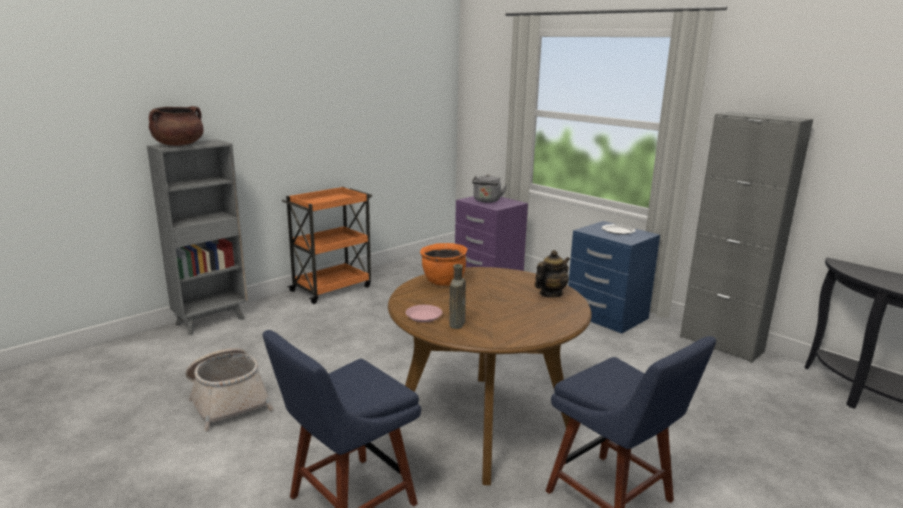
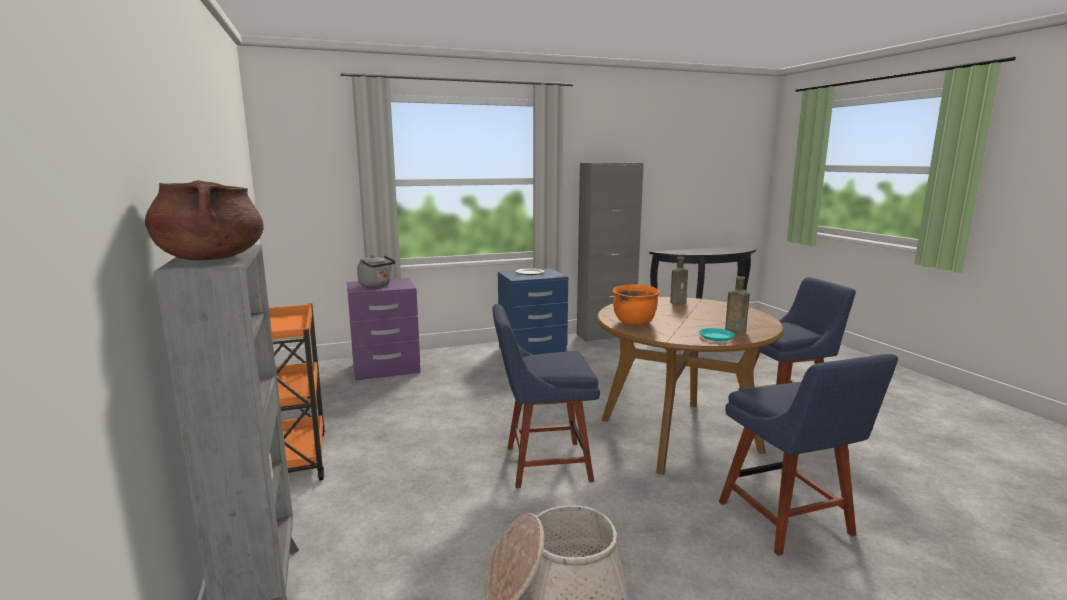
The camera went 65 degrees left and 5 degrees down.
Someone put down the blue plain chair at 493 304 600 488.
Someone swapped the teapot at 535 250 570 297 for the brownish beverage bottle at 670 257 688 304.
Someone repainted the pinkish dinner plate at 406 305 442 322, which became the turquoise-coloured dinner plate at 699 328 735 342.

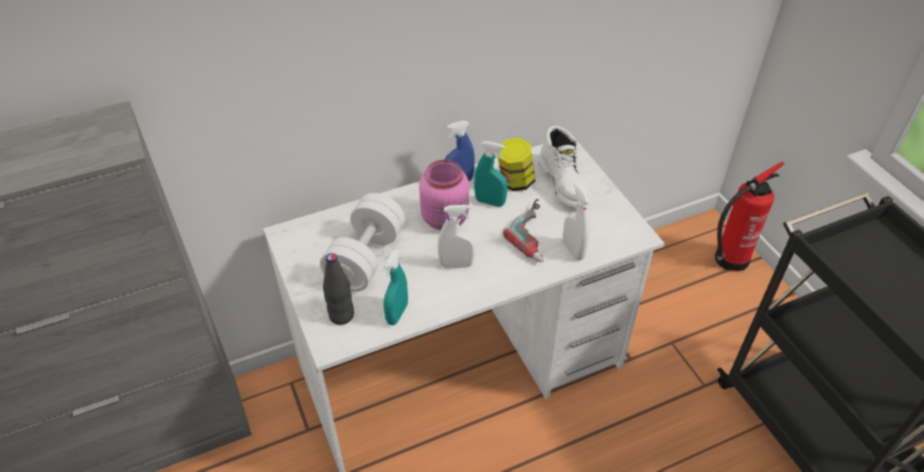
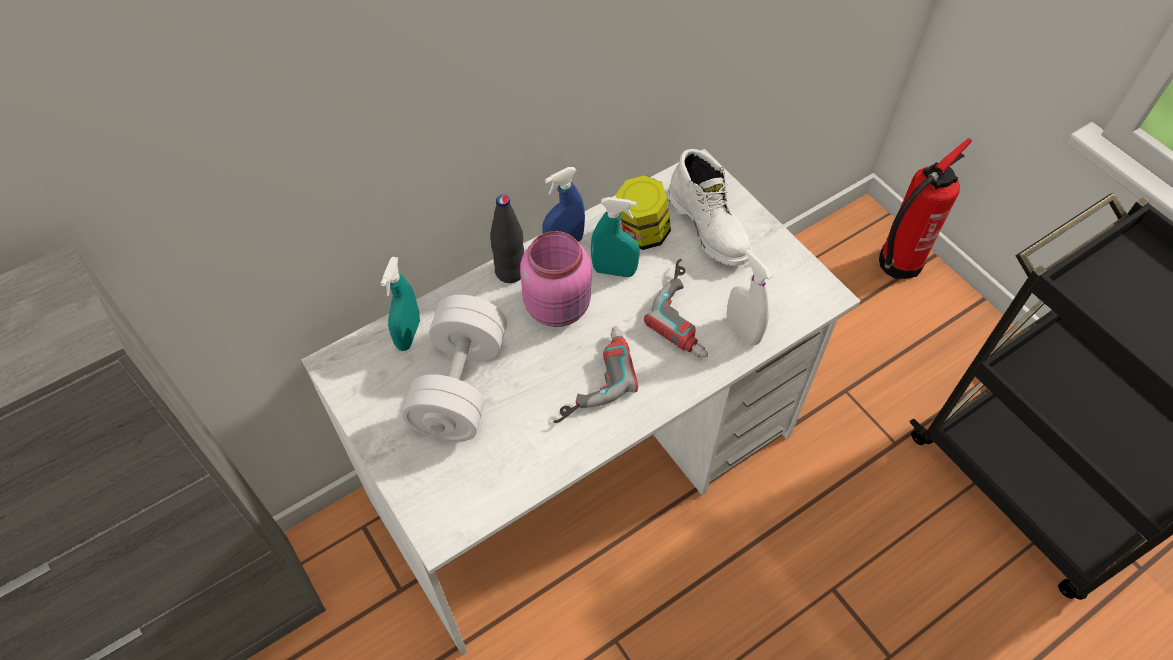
The camera went 10 degrees left and 10 degrees up.
Someone carried the black beverage bottle from 323 253 354 325 to 490 195 524 283.
Someone carried the turquoise-coloured sprayer from 383 249 408 325 to 380 257 420 351.
Someone swapped the whitish sprayer at 438 205 476 268 for the power drill at 554 326 638 423.

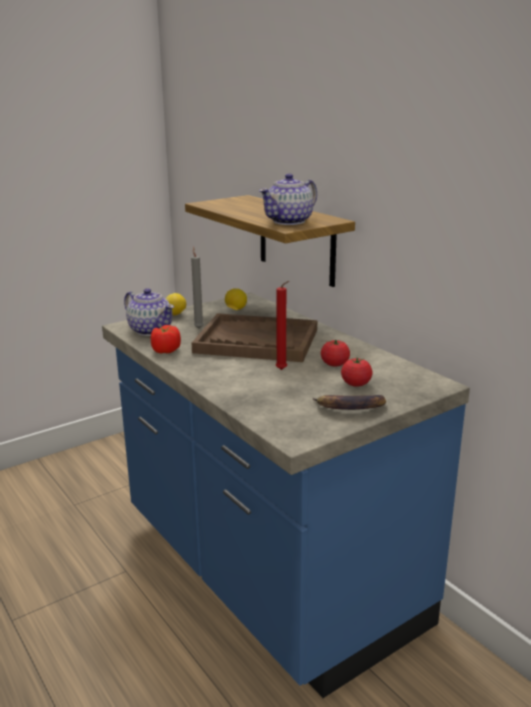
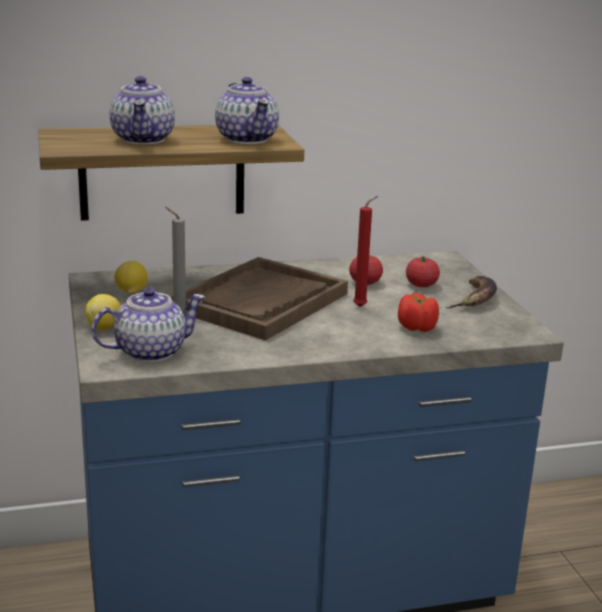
The camera went 70 degrees left and 0 degrees up.
Someone put down the teapot at 110 76 175 144.
Someone carried the fresh tomato from 151 325 181 353 to 398 293 439 332.

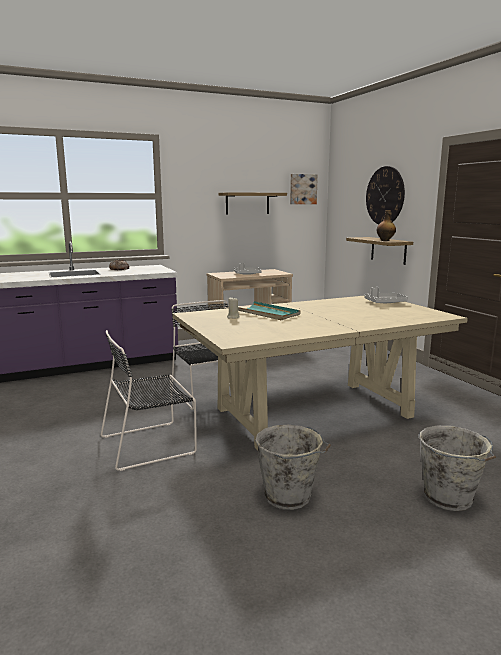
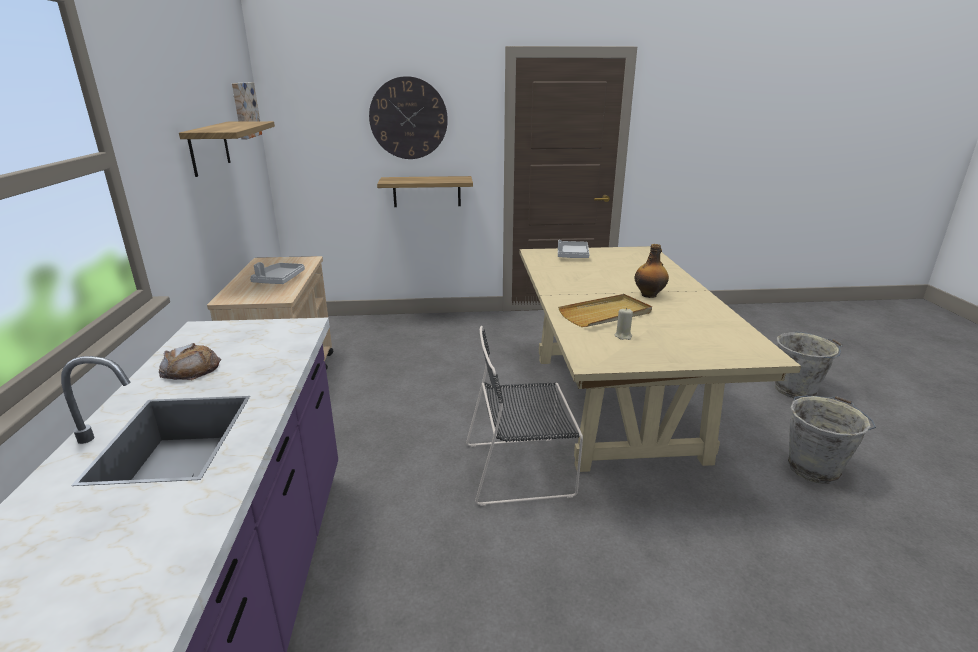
The camera went 70 degrees left and 10 degrees up.
Someone took away the black plain chair at 101 330 197 471.
Someone carried the beverage bottle from 377 210 396 241 to 635 244 669 298.
Someone repainted the turquoise-coloured carrying tray at 238 301 300 320, which became the beige-coloured carrying tray at 558 294 652 327.

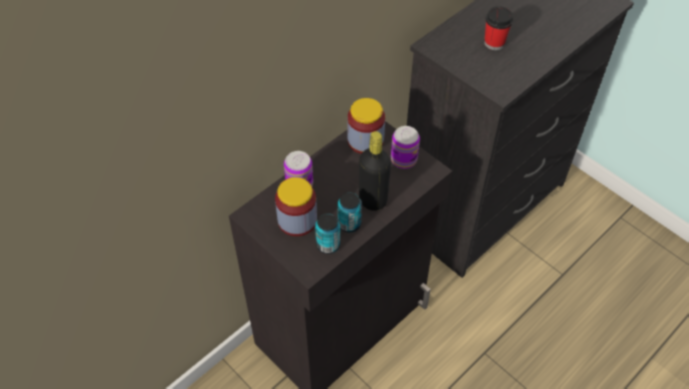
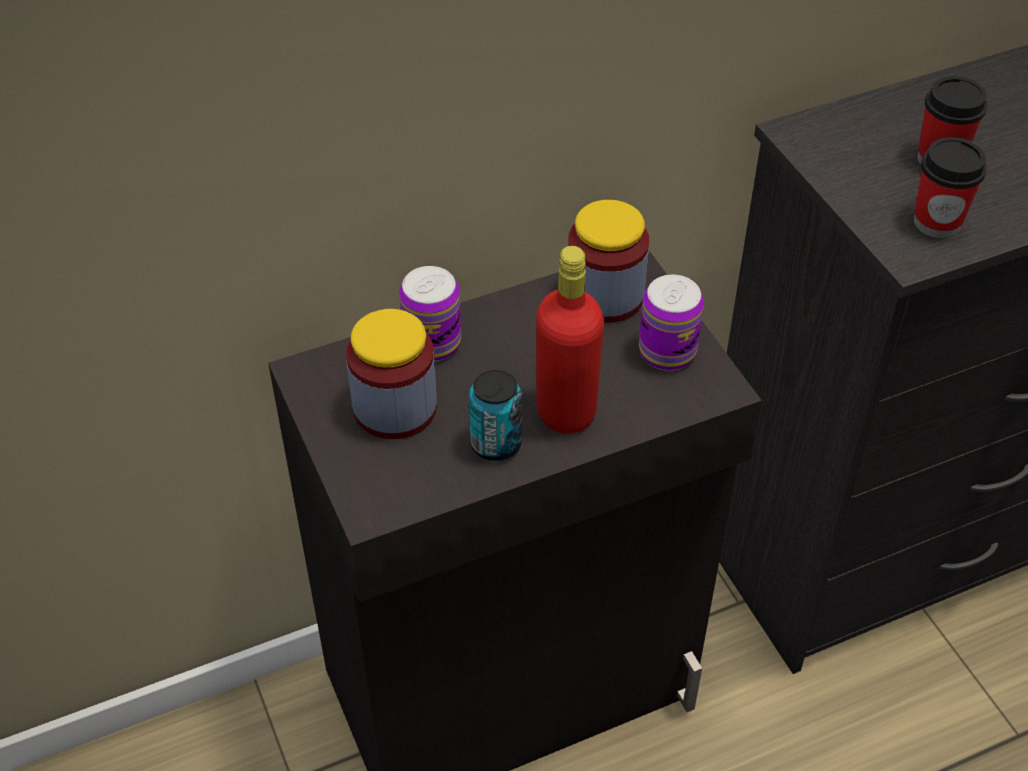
The camera went 20 degrees right and 5 degrees down.
Someone took away the sealed can at 315 213 340 254.
Someone put down the small cup at 914 137 987 238.
Someone repainted the black beverage bottle at 359 131 391 211, which became the reddish beverage bottle at 536 246 604 434.

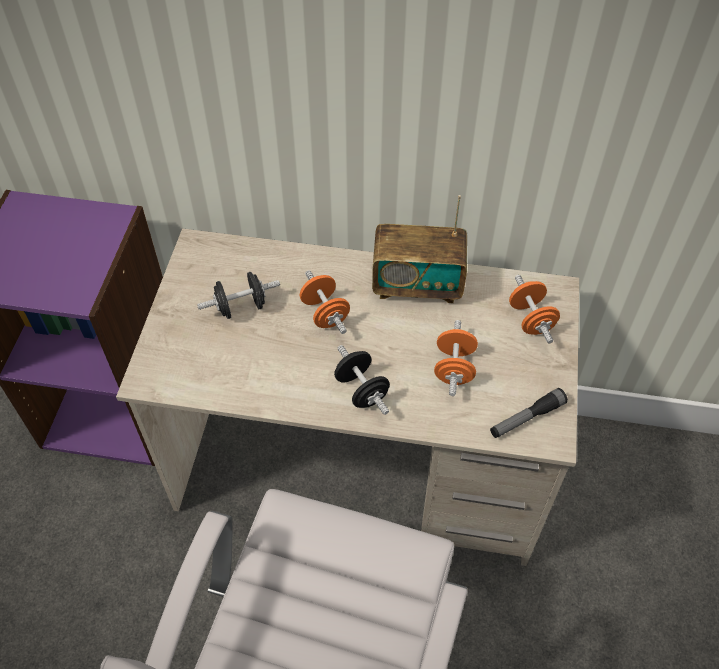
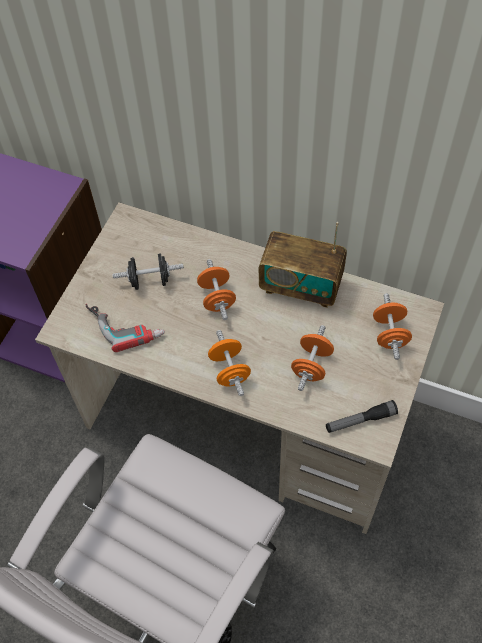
The camera went 15 degrees right and 5 degrees up.
Someone put down the power drill at 86 304 165 352.
Someone repainted the black dumbbell at 334 345 390 415, which became the orange-coloured dumbbell at 208 330 251 396.

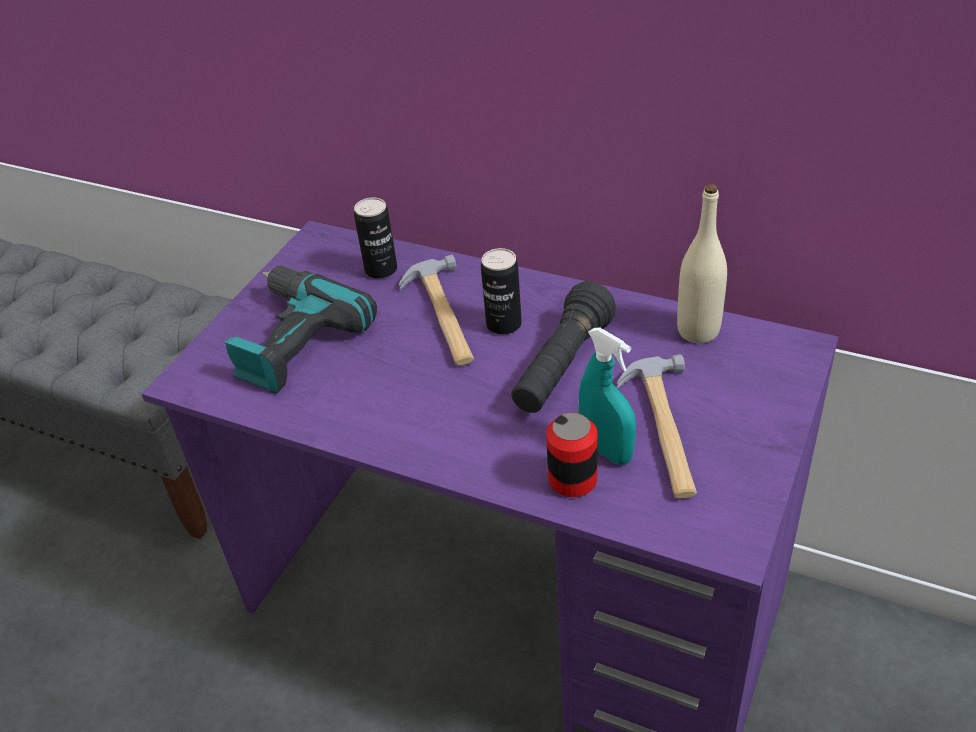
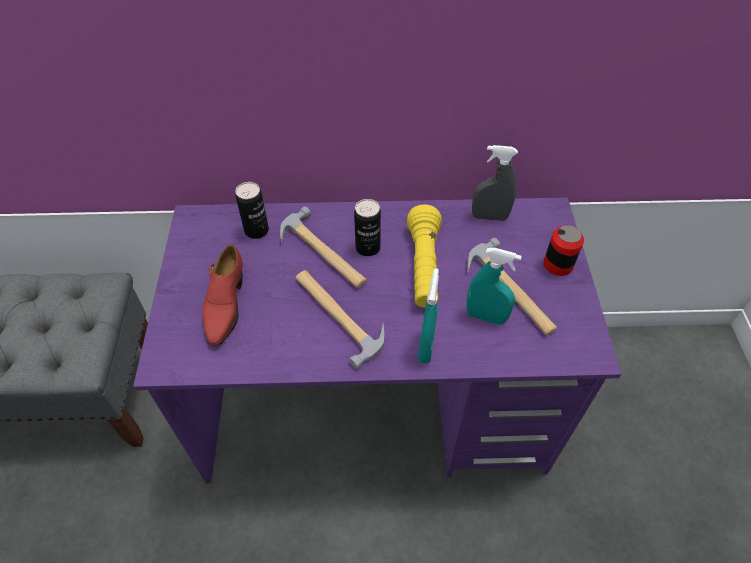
The camera went 30 degrees left and 10 degrees up.
Someone put down the tool hammer at 295 270 384 370.
Someone put down the turquoise-coloured sprayer at 418 268 439 364.
Someone carried the sealed can from 546 413 597 497 to 543 225 584 276.
Someone swapped the power drill at 223 265 377 393 for the reddish item of footwear at 202 244 243 346.
Someone swapped the beige-coloured beverage bottle at 677 184 727 343 for the greyish sprayer at 472 145 518 221.
Someone repainted the black torch at 511 281 616 413, which became the yellowish torch at 407 204 442 308.

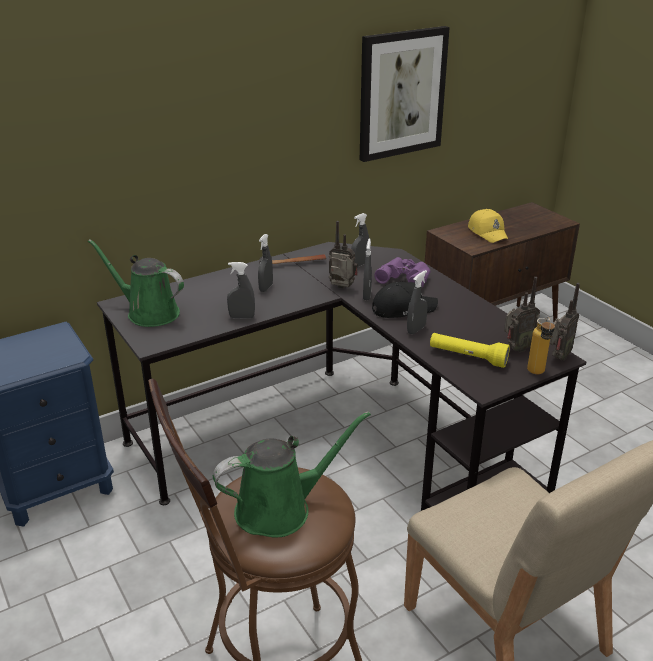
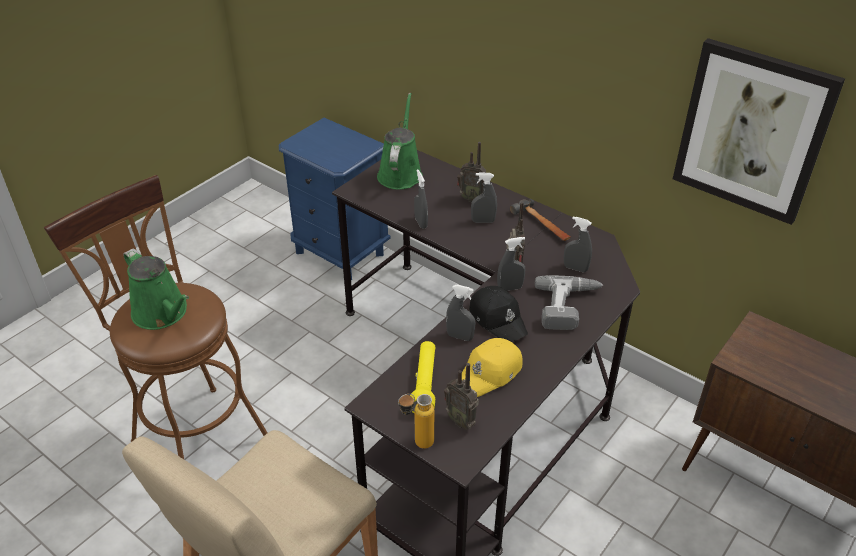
The camera went 70 degrees right and 10 degrees up.
Someone carried the yellowish baseball cap from 468 209 509 243 to 462 338 523 397.
Someone carried the radio set from 550 283 580 361 to 457 142 486 202.
Someone swapped the purple-coloured pair of binoculars at 374 257 431 287 for the power drill at 535 275 603 330.

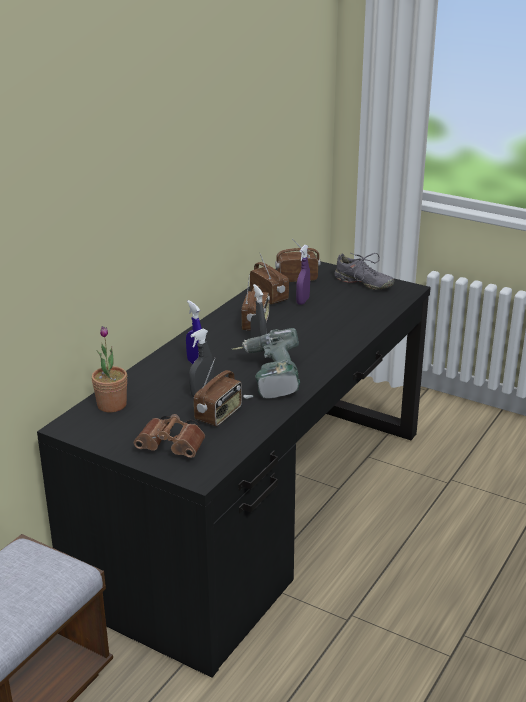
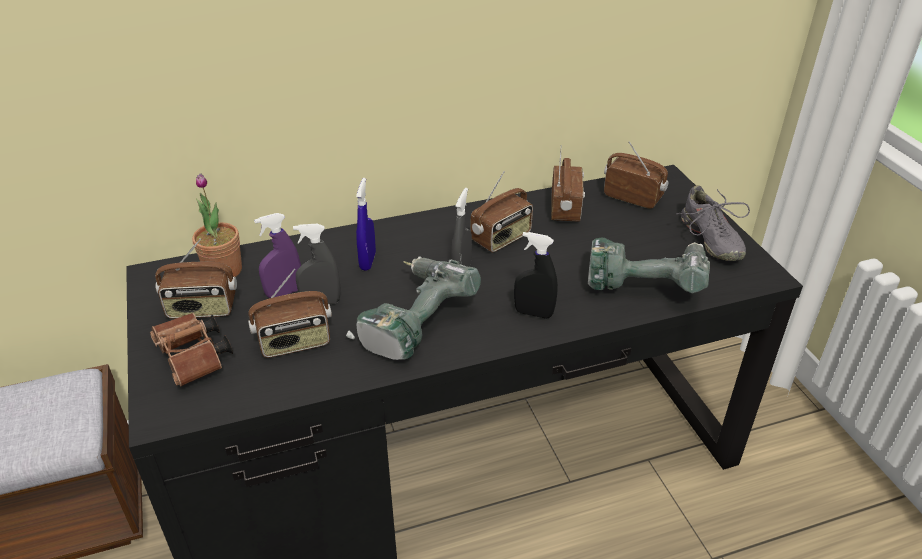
The camera went 40 degrees right and 10 degrees up.
Someone put down the radio set at 155 238 237 319.
Someone put down the black sprayer at 514 232 558 319.
Someone put down the power drill at 588 238 710 293.
Someone carried the purple-coloured sprayer from 296 245 310 305 to 254 213 301 298.

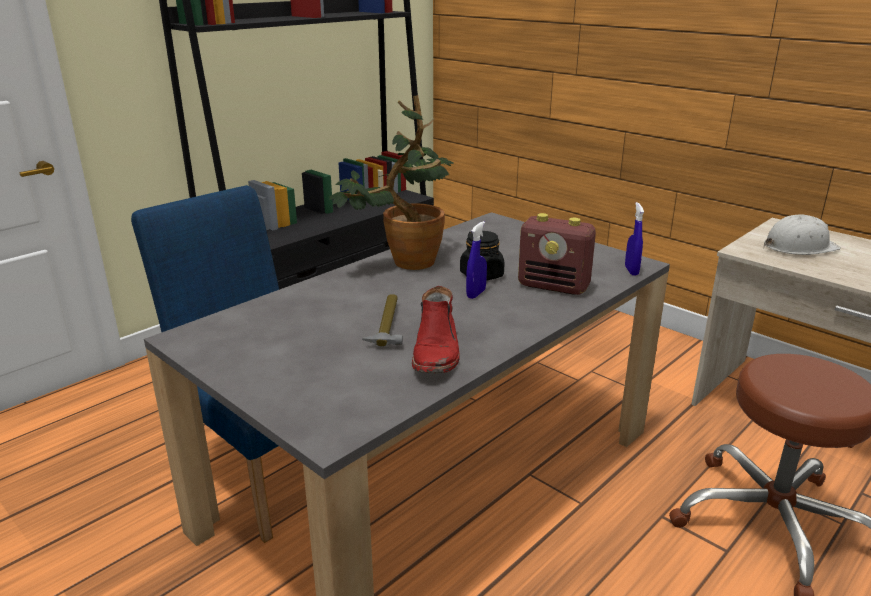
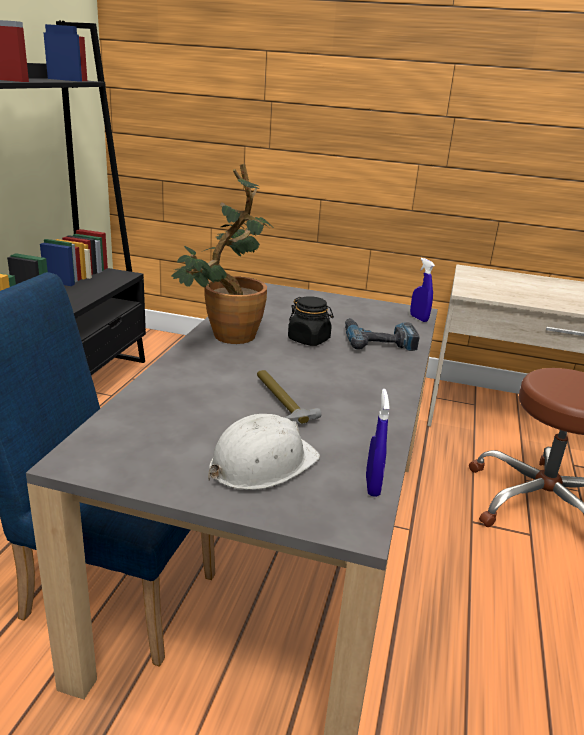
The camera went 30 degrees left and 0 degrees up.
Someone took away the reddish tall boot at 412 286 460 373.
Someone carried the blue sprayer from 466 221 487 299 to 366 389 390 497.
Someone carried the whitish work helmet from 764 214 841 255 to 208 414 320 490.
Someone swapped the radio set at 518 213 596 295 for the power drill at 345 318 420 351.

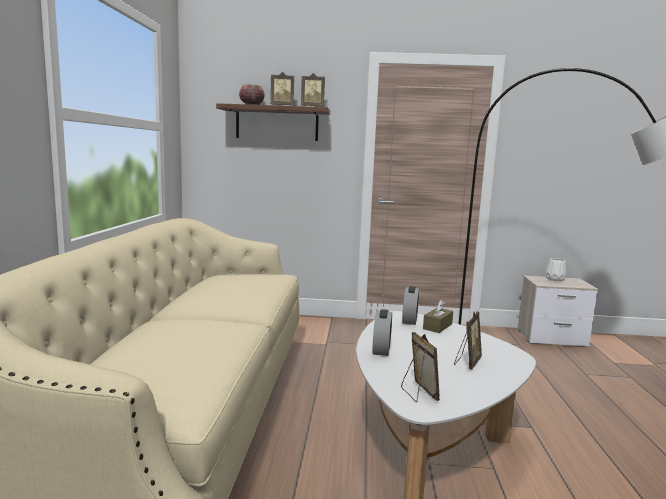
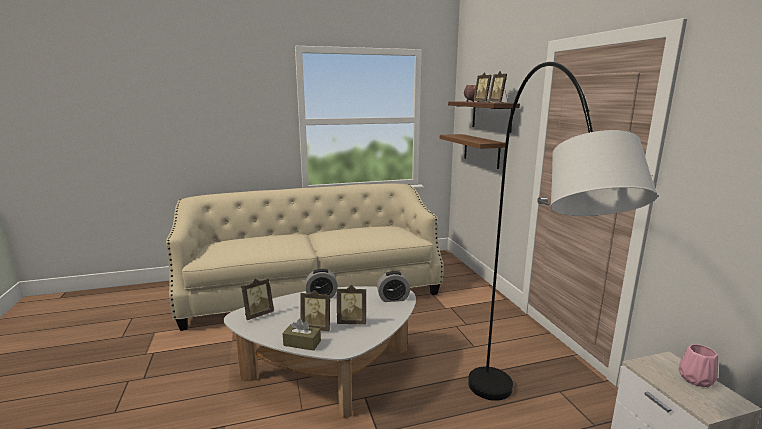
The camera went 70 degrees right and 5 degrees up.
Someone put down the standing frame at 337 285 366 325.
Someone put up the brownish wall shelf at 440 134 505 169.
Someone carried the brownish tissue holder from 423 300 453 333 to 283 319 321 351.
Someone repainted the whitish flower vase at 546 258 567 281, which became the pinkish flower vase at 679 344 718 387.

